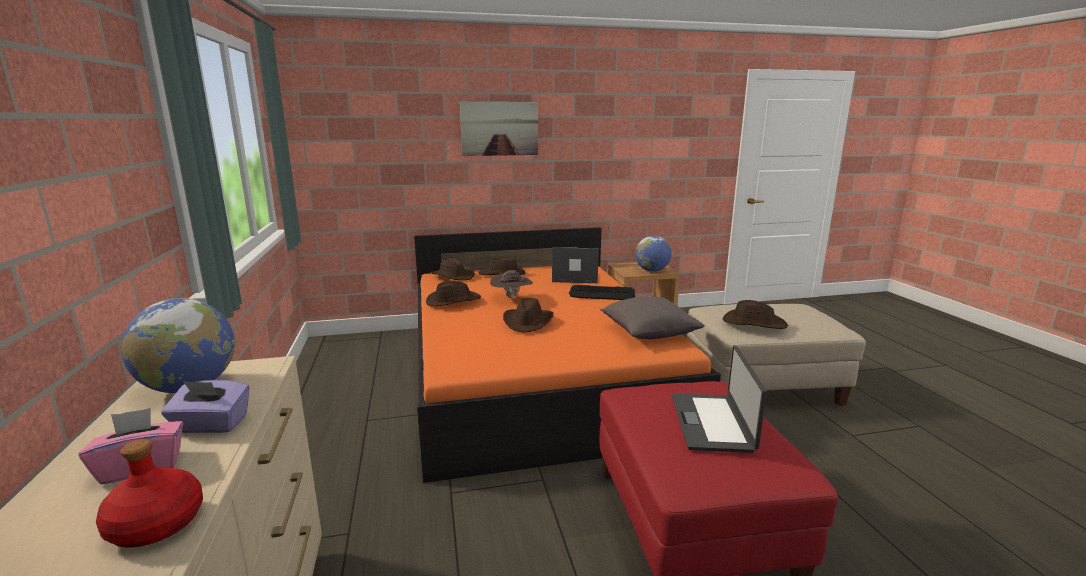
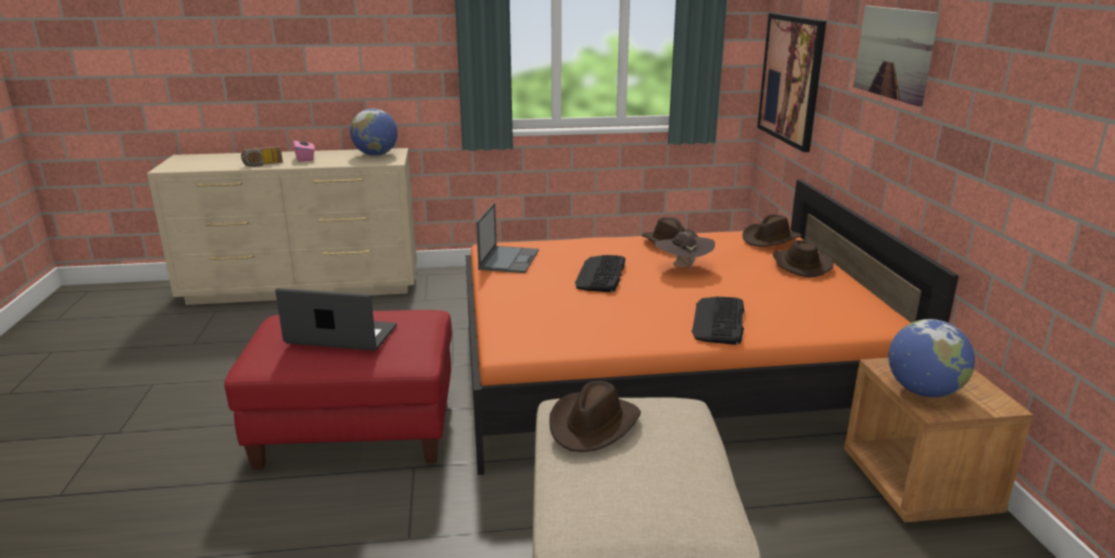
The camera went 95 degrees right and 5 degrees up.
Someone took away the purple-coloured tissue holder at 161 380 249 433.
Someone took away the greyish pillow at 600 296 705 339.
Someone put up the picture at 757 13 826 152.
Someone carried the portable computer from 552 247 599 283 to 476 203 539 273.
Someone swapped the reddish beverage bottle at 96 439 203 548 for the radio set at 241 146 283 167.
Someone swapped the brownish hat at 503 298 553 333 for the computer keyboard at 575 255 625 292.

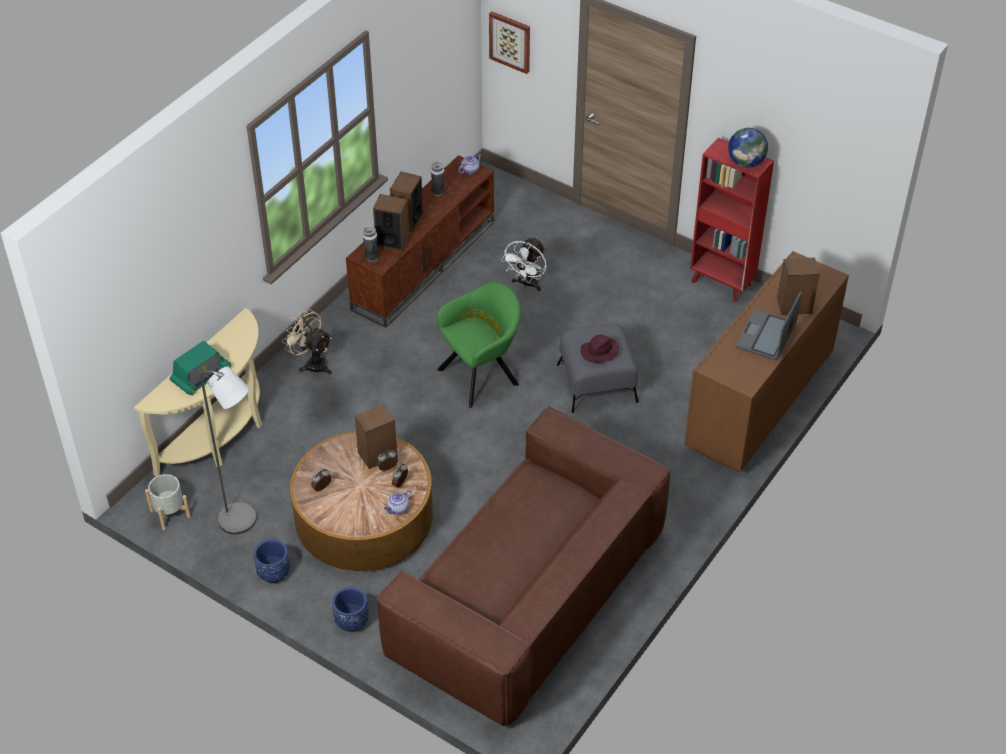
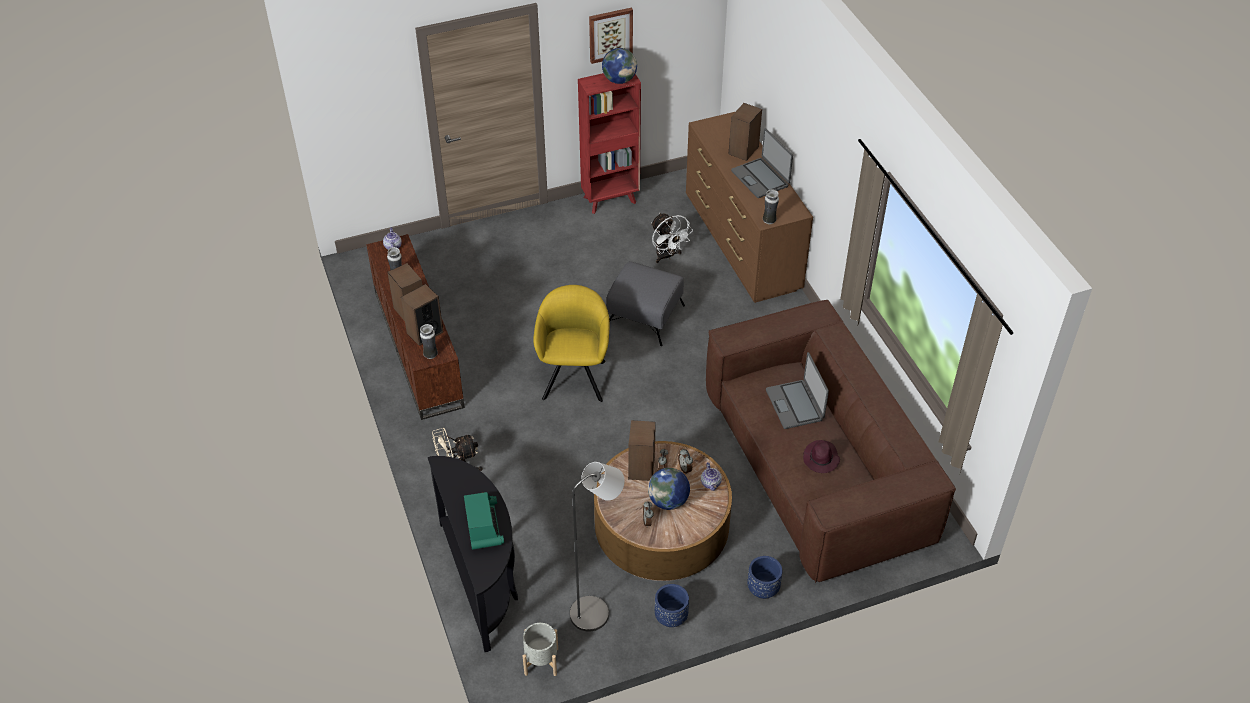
The camera went 55 degrees left and 0 degrees up.
Someone put down the desk globe at 648 468 690 510.
Someone put down the flower vase at 763 189 779 224.
Someone put down the portable computer at 766 352 829 429.
Someone carried the picture from 489 11 530 74 to 589 8 633 64.
Someone carried the whitish cooling fan from 501 237 547 291 to 651 213 693 263.
Someone carried the purple-coloured hat from 580 335 619 363 to 803 440 840 473.
Someone repainted the beige-coloured console table at 134 308 262 477, which became the black console table at 428 456 518 652.
Someone repainted the green easy chair at 437 282 521 408, which became the yellowish easy chair at 533 285 609 402.

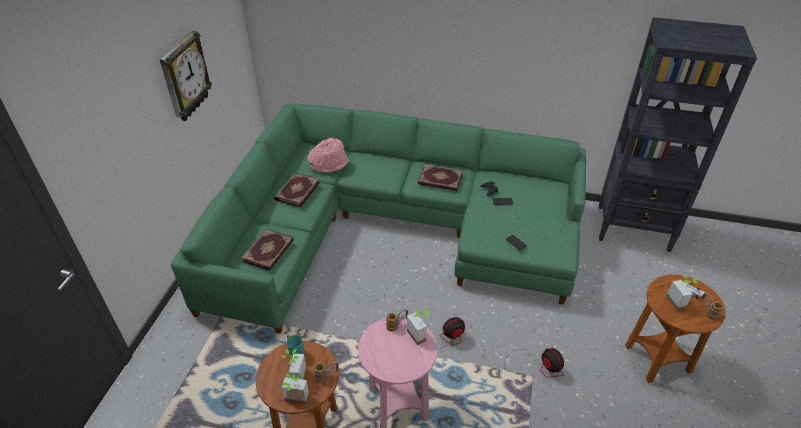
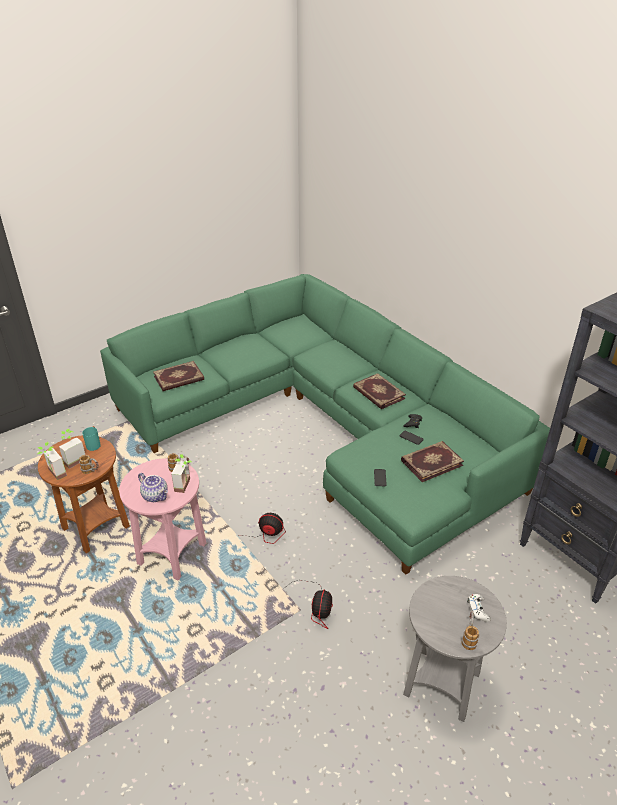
The camera went 40 degrees right and 5 degrees down.
Someone took away the clock on the wall at 160 31 212 121.
Someone took away the pinkish hat at 308 138 349 173.
Someone took away the houseplant at 666 275 699 311.
Someone put down the teapot at 138 473 168 502.
Someone carried the bound book from 274 173 320 208 to 401 441 464 482.
Someone repainted the brownish end table at 625 274 726 383, which became the greyish end table at 403 576 507 722.

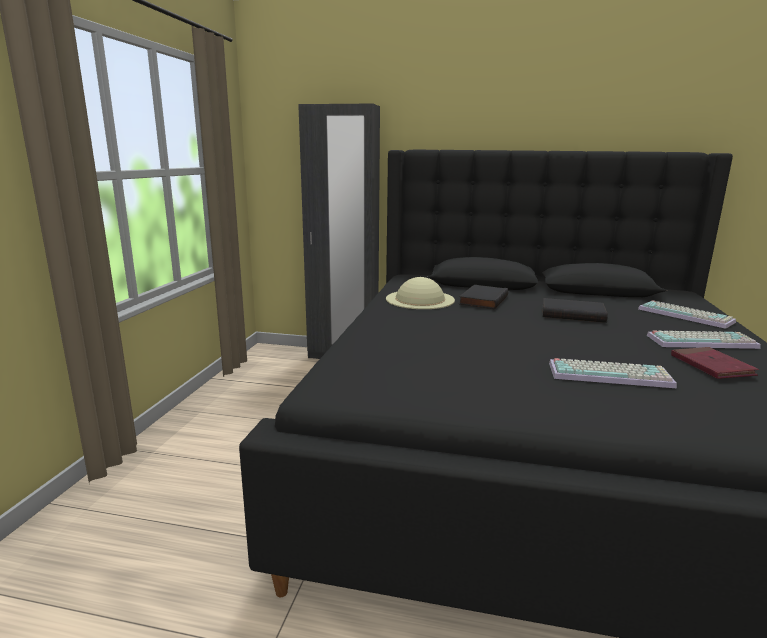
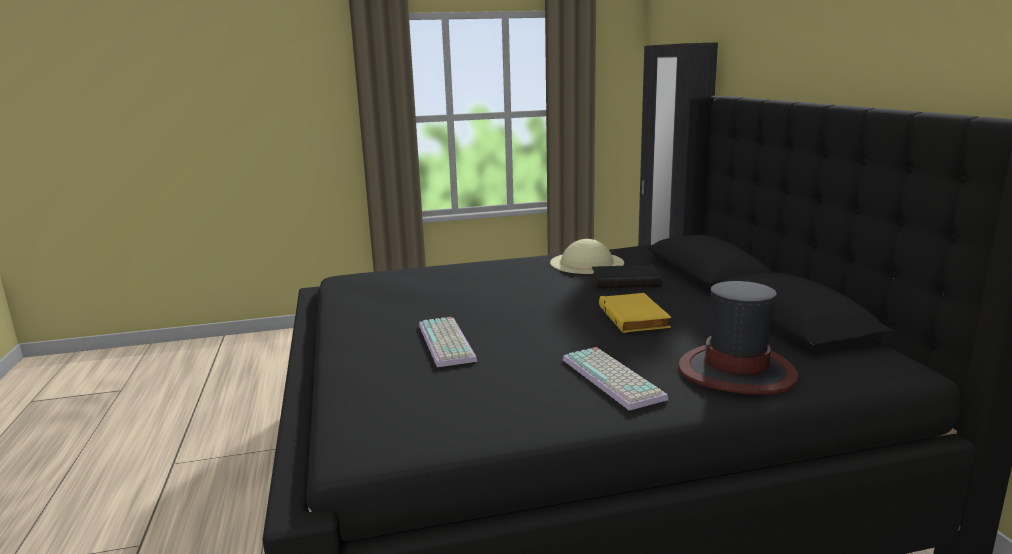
The camera went 65 degrees right and 0 degrees up.
Someone took away the reddish bound book at 671 347 759 379.
Someone swapped the computer keyboard at 638 300 736 329 for the hat at 679 281 798 395.
Someone repainted the black bound book at 543 298 608 323, which became the yellowish bound book at 599 293 671 333.

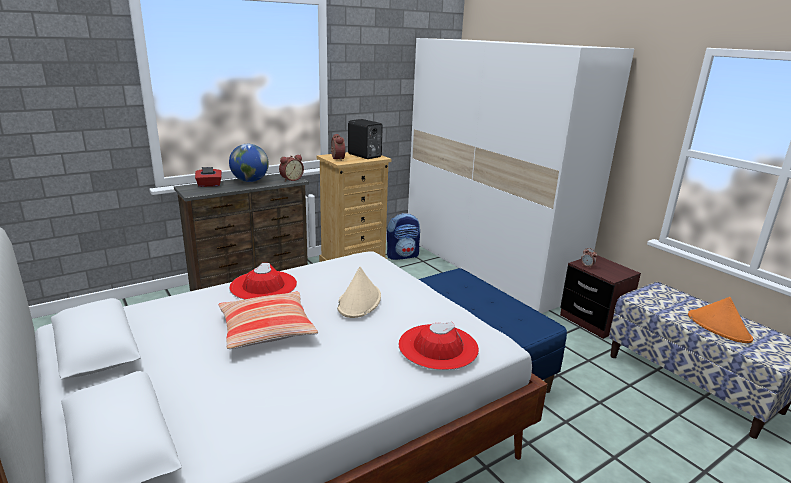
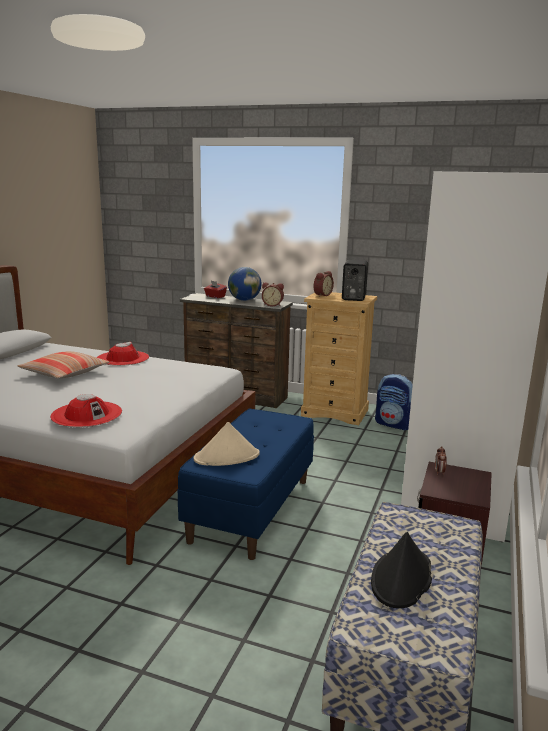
The camera went 55 degrees right and 5 degrees down.
Someone carried the beige-coloured hat from 337 267 381 318 to 194 422 260 466.
Someone repainted the orange-coloured hat at 688 297 753 343, which became the black hat at 371 532 432 608.

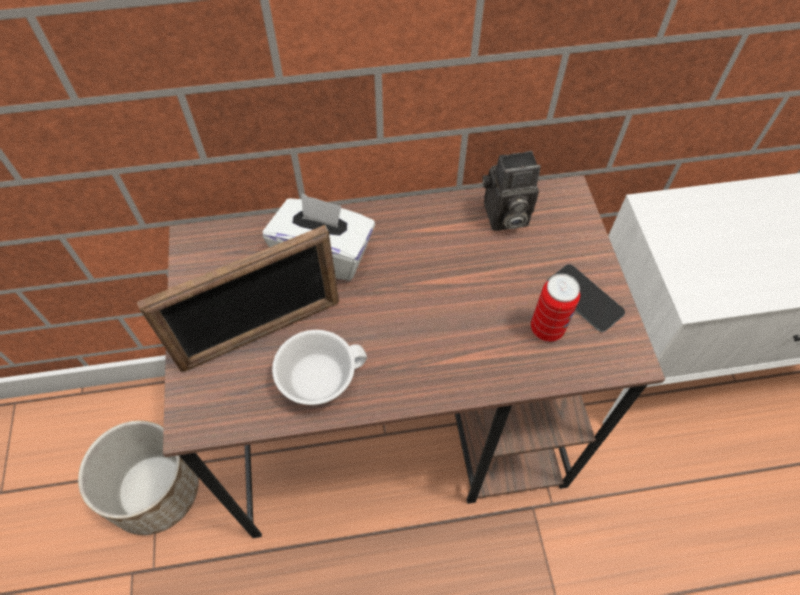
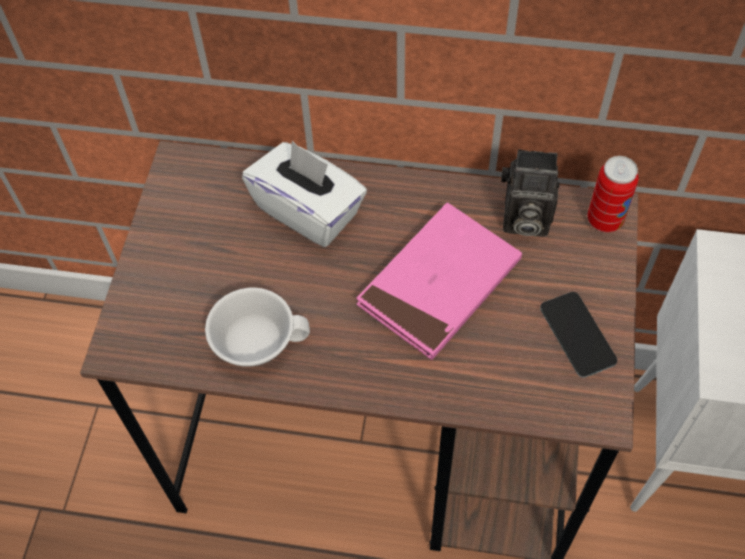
The camera went 20 degrees right and 0 degrees up.
Someone took away the flower pot at 78 420 199 535.
Someone took away the standing frame at 137 225 339 372.
Someone put down the pinkish bound book at 356 203 522 360.
Someone carried the sealed can from 531 274 580 342 to 588 156 639 233.

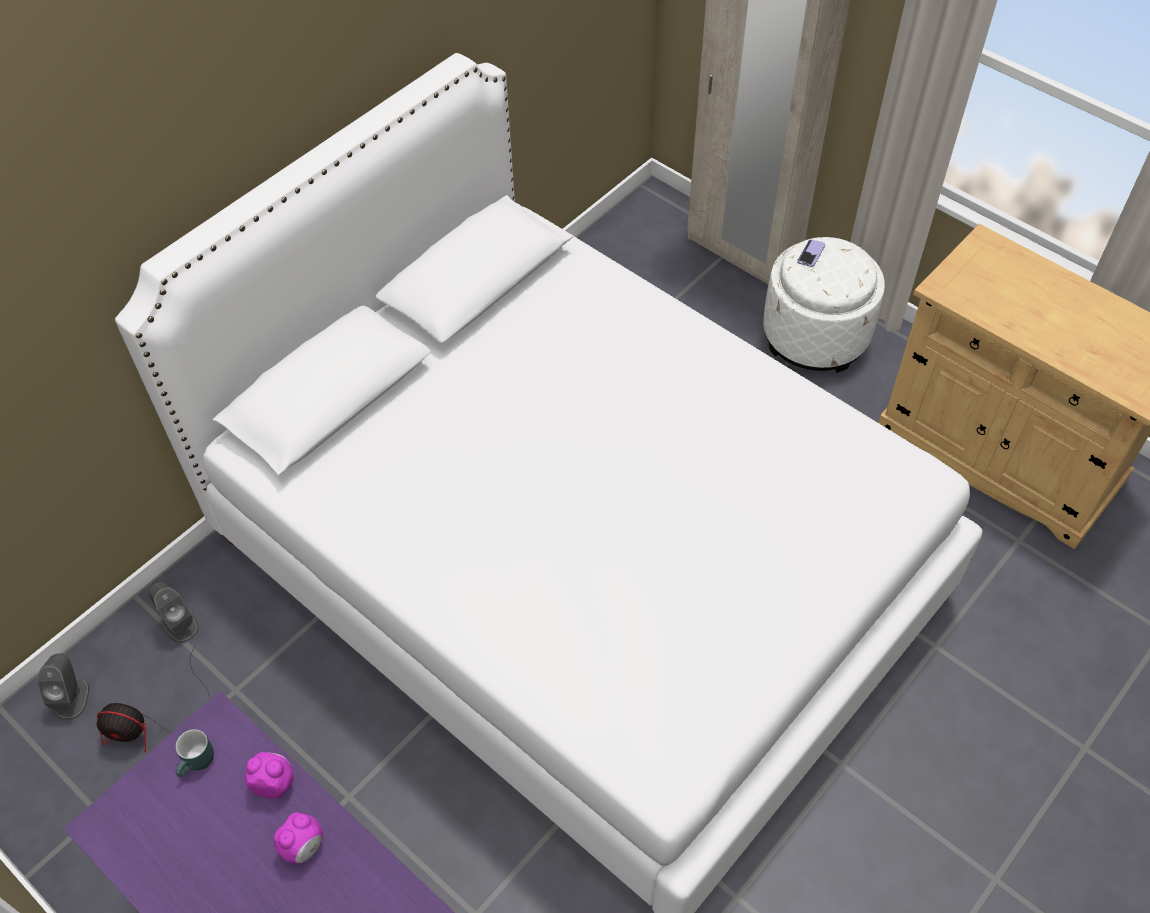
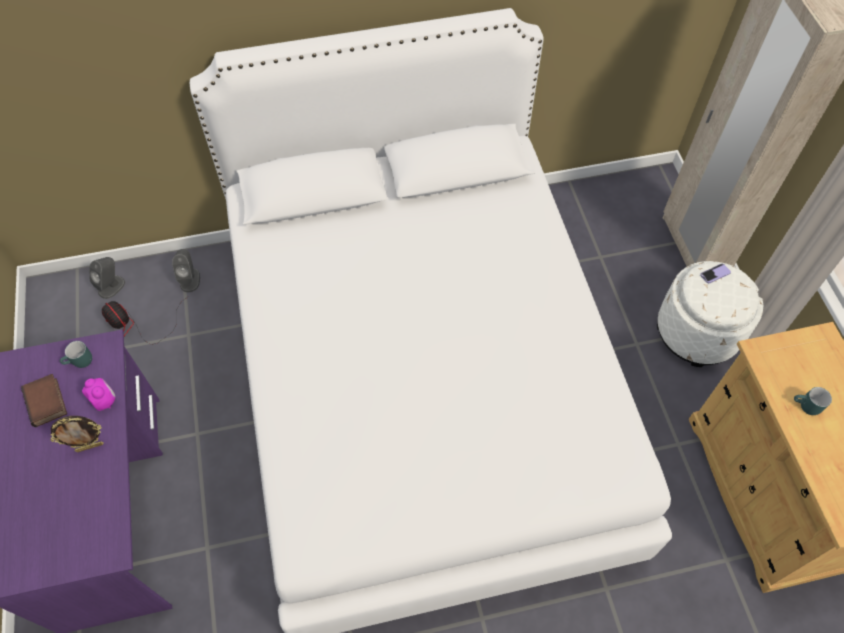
The camera went 35 degrees right and 5 degrees up.
Someone put down the bound book at 21 374 67 427.
Someone put down the turquoise-coloured tea mug at 794 387 832 415.
Someone swapped the alarm clock at 273 812 323 864 for the standing frame at 50 416 104 452.

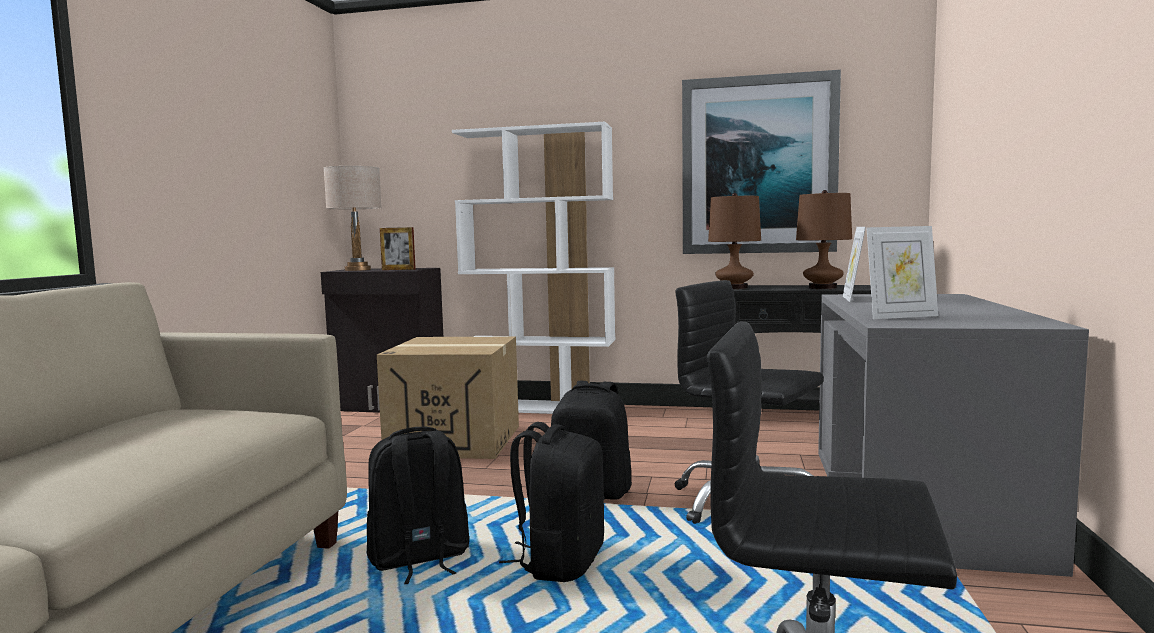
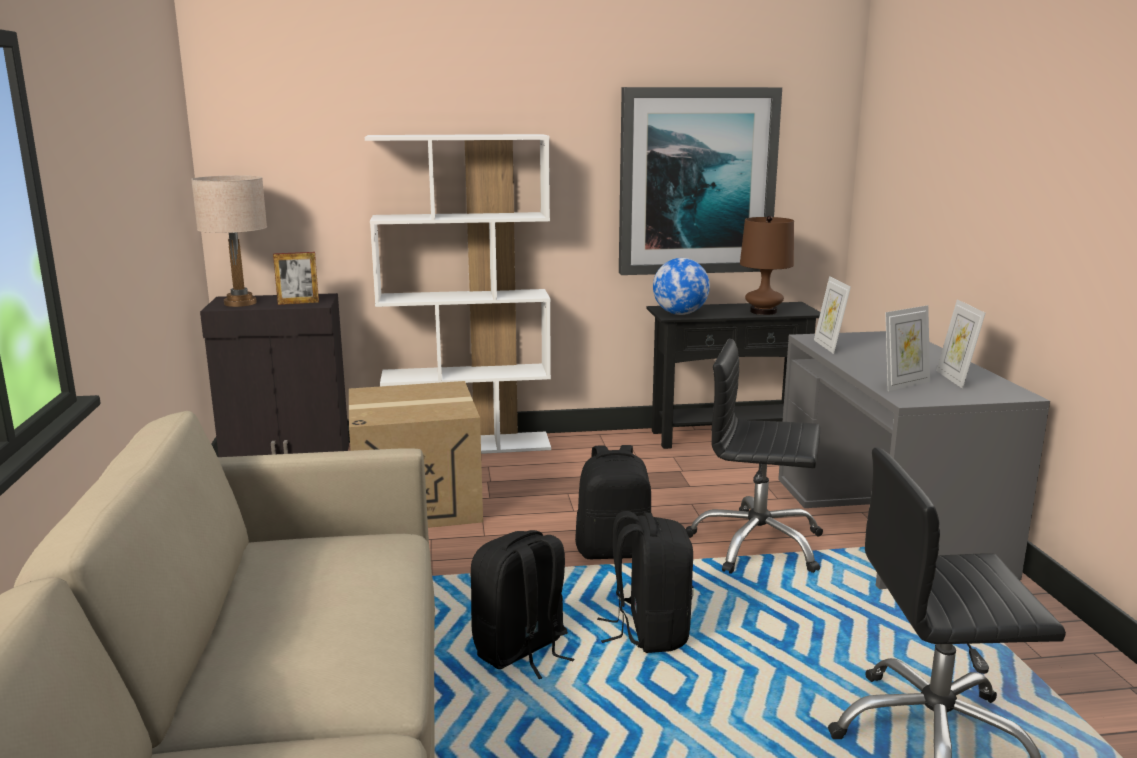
The camera went 20 degrees left and 10 degrees up.
Someone put down the standing frame at 936 299 985 388.
Someone swapped the brownish tabletop lamp at 708 193 761 289 for the desk globe at 653 258 710 315.

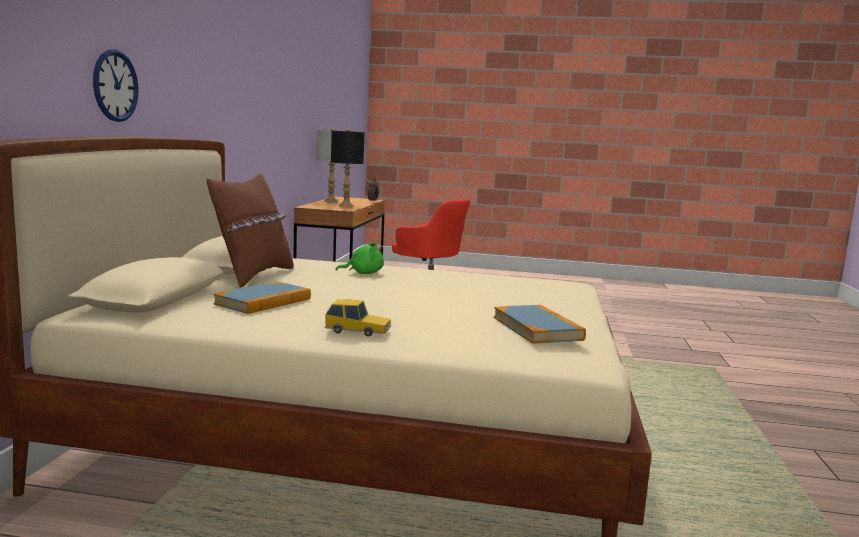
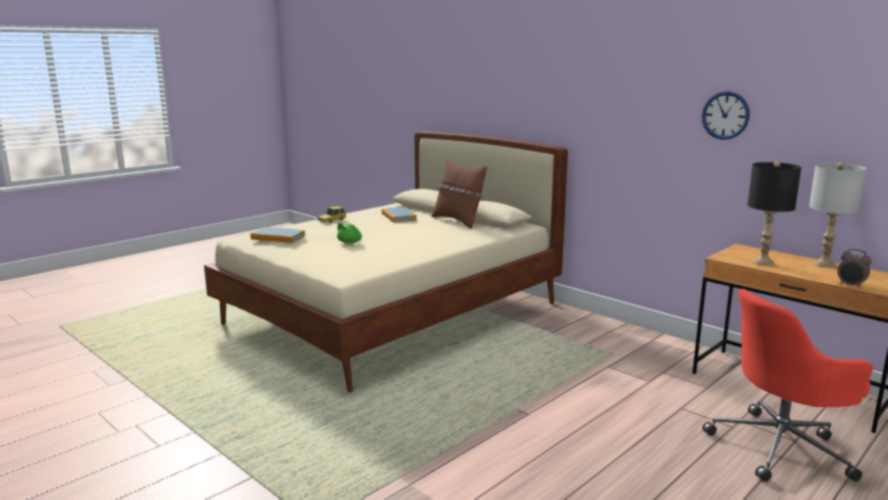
The camera went 125 degrees right and 5 degrees up.
Someone carried the clock on the wall from 93 49 139 122 to 702 91 750 140.
Someone carried the green plush toy from 336 242 384 274 to 337 223 362 243.

